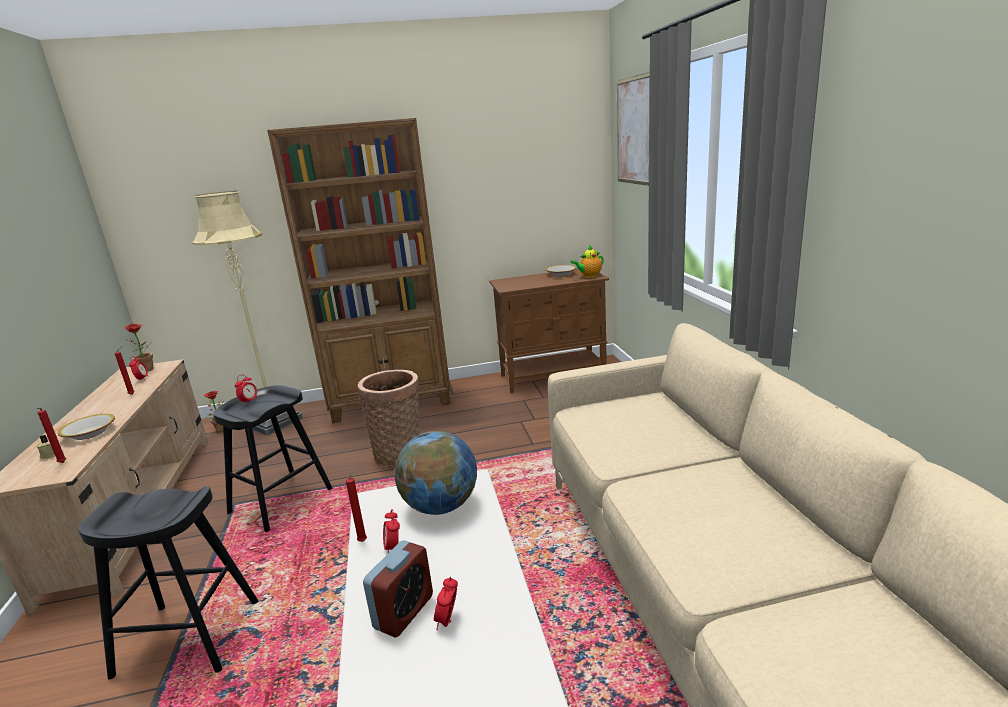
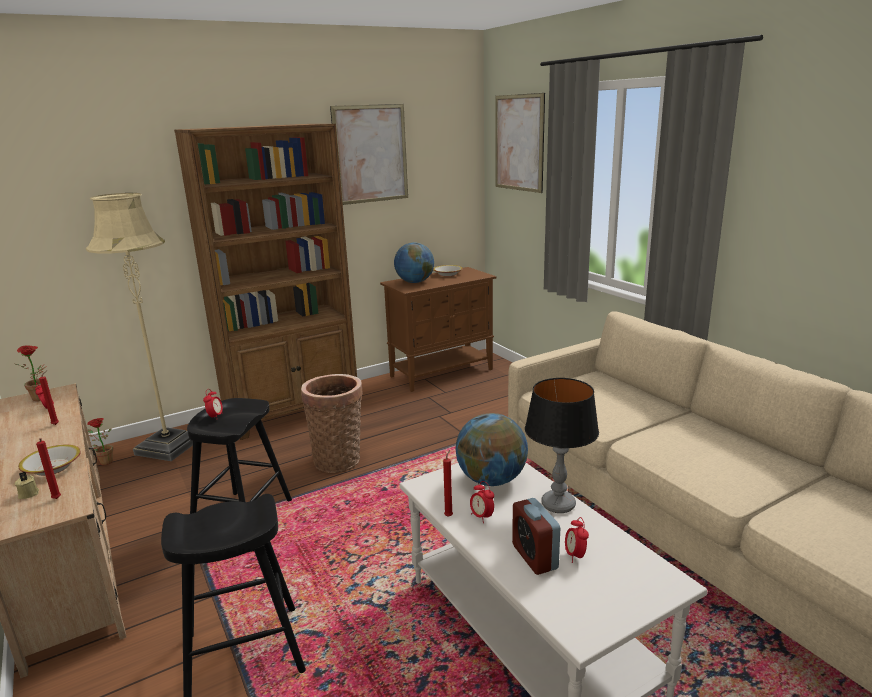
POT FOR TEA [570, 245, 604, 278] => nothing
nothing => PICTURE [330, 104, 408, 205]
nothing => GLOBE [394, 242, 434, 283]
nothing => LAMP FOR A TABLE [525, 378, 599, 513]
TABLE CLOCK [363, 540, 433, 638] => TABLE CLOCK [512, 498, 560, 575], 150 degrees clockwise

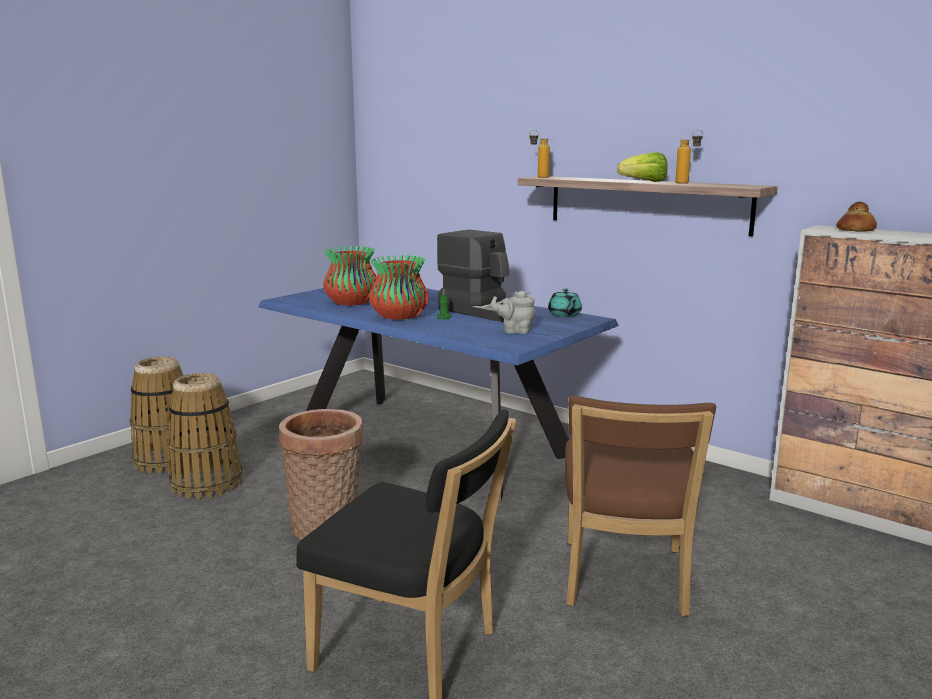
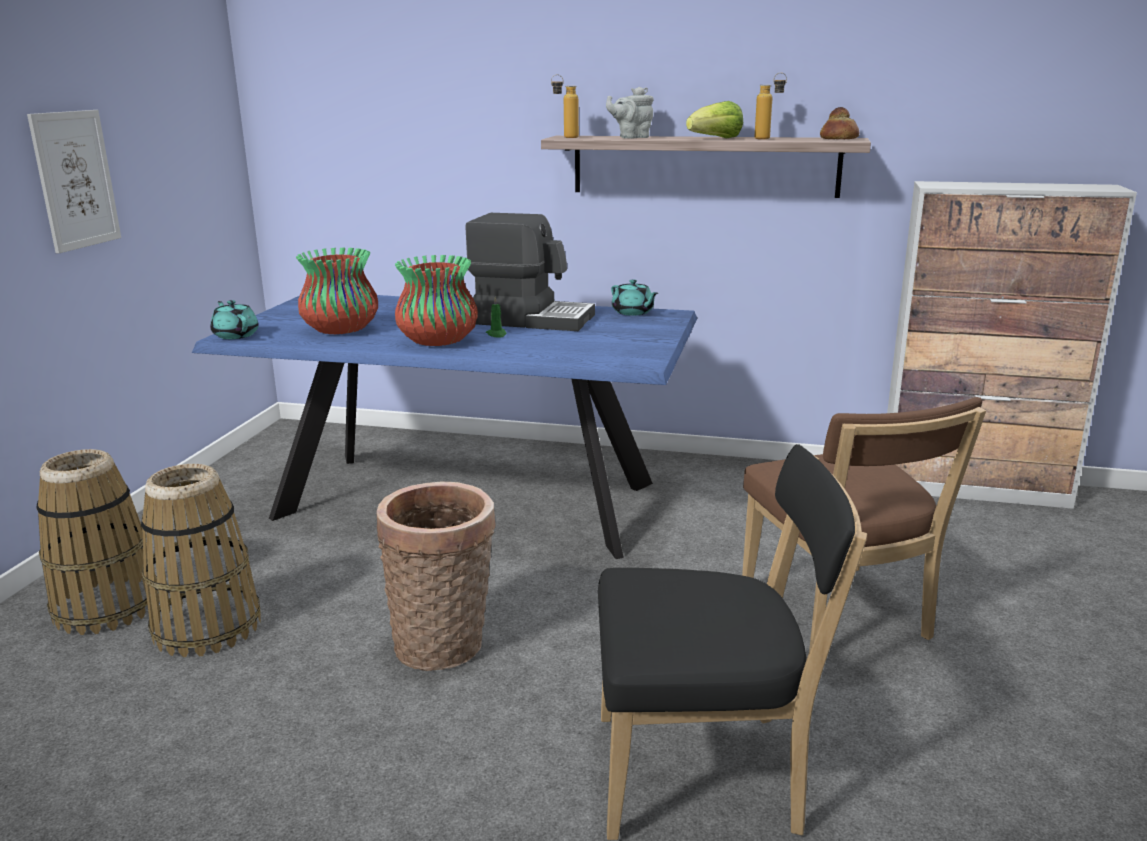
nothing => PICTURE [27, 110, 121, 253]
nothing => TURQUOISE POT FOR TEA [210, 300, 259, 339]
GREY POT FOR TEA [491, 290, 536, 334] => GREY POT FOR TEA [606, 87, 654, 139], move
BAKED BREAD [836, 202, 877, 232] => BAKED BREAD [820, 107, 860, 139], move

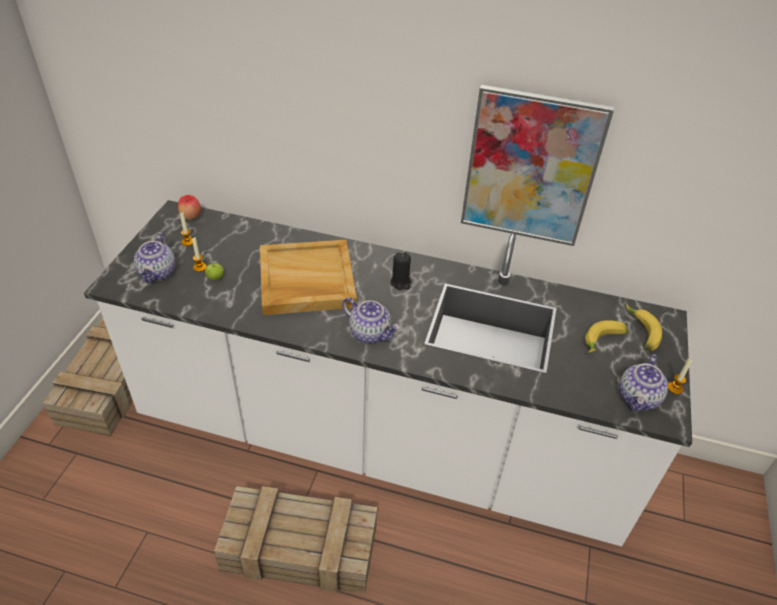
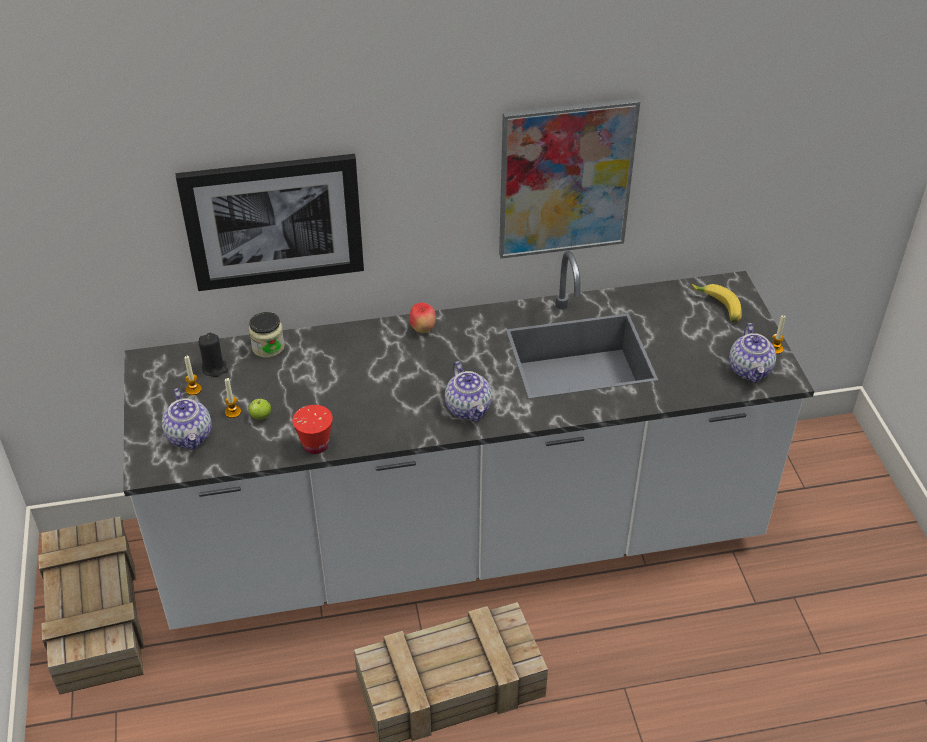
BEIGE TRAY [260, 240, 357, 315] => nothing
WHOLE BANANA [585, 320, 629, 353] => nothing
nothing => PICTURE [176, 154, 364, 291]
nothing => STORAGE JAR [249, 312, 285, 358]
nothing => RED DRINKING CUP [292, 405, 333, 454]
APPLE [178, 195, 201, 220] => APPLE [409, 303, 436, 333], move
BLACK-COLOURED CANDLE [390, 252, 412, 290] => BLACK-COLOURED CANDLE [199, 333, 228, 377], move
POT FOR TEA [342, 297, 399, 343] => POT FOR TEA [445, 361, 492, 422], 60 degrees clockwise

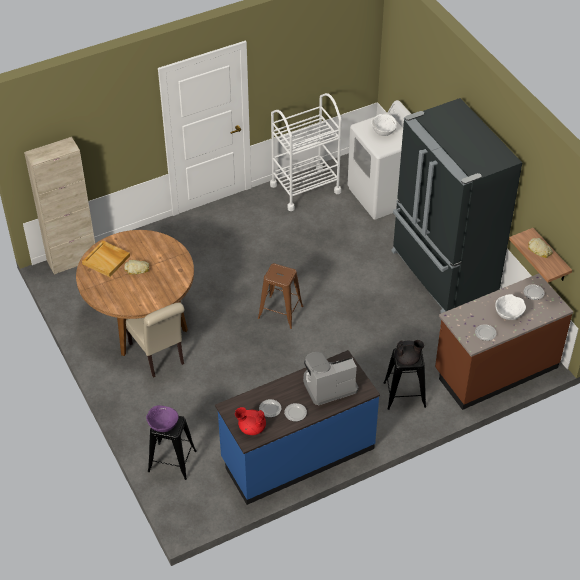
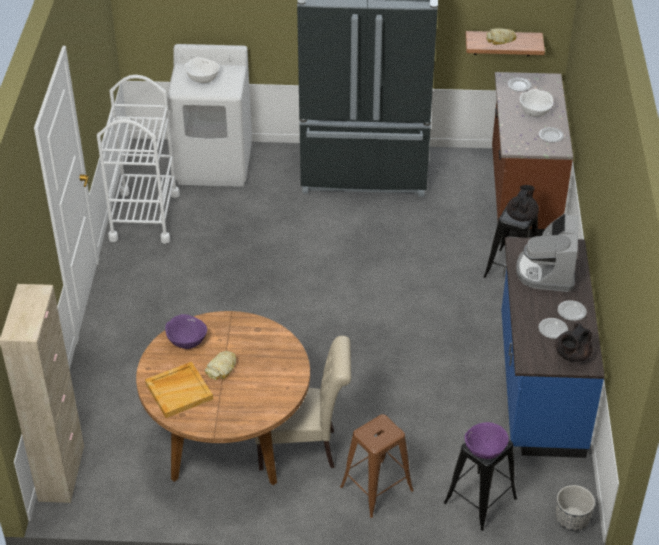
nothing => PURPLE-COLOURED SERVING BOWL [165, 314, 207, 349]
nothing => PLANT POT [555, 485, 595, 531]
BROWN STOOL [258, 263, 303, 329] => BROWN STOOL [340, 414, 414, 518], move
RED POT FOR TEA [235, 407, 266, 435] => BLACK-COLOURED POT FOR TEA [555, 323, 593, 362]

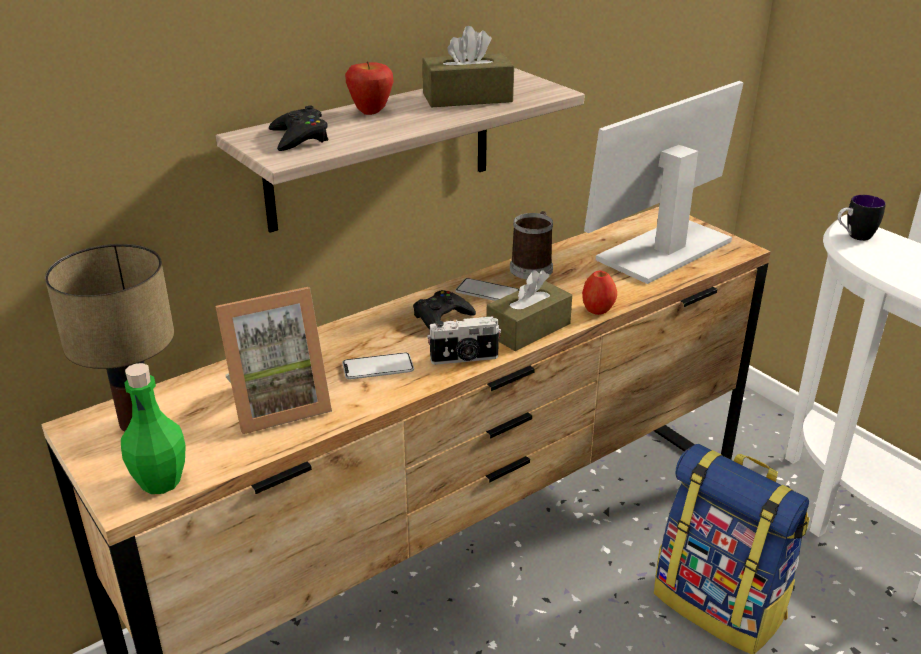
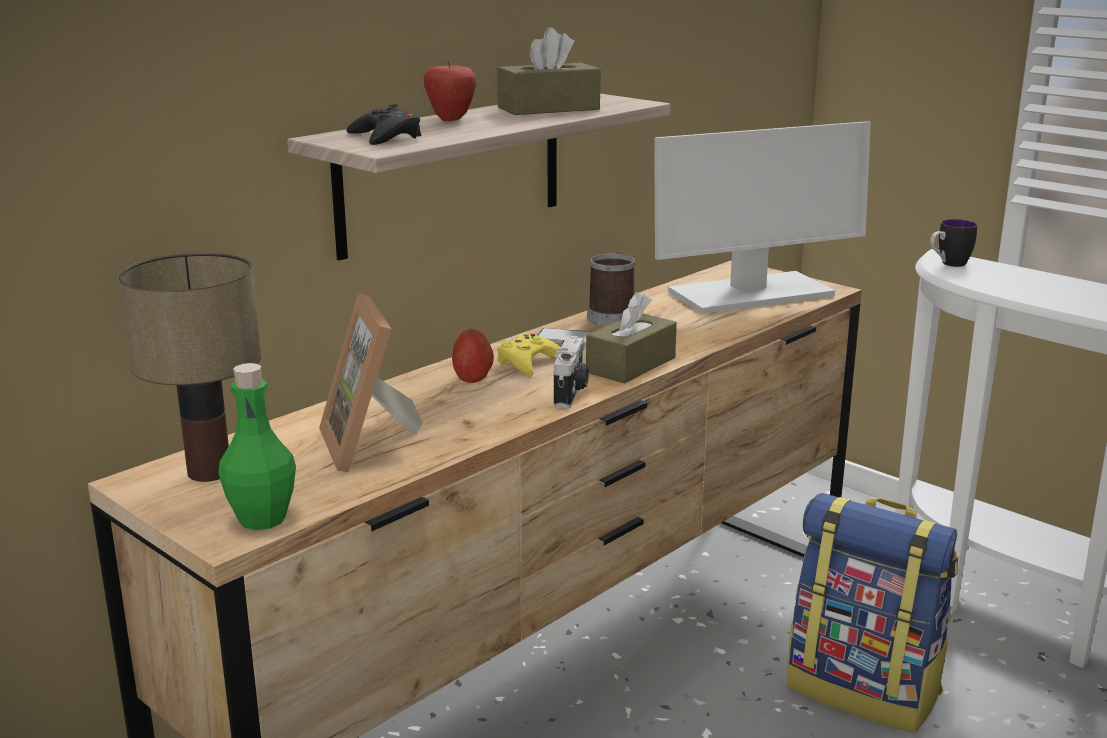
HANDSET [342, 352, 414, 379] => nothing
APPLE [582, 271, 617, 315] => APPLE [452, 328, 494, 383], move
BLACK-COLOURED JOYPAD [413, 290, 476, 330] => YELLOWISH JOYPAD [497, 334, 561, 376]
PICTURE FRAME [215, 287, 332, 434] => PICTURE FRAME [319, 293, 423, 472], 105 degrees clockwise
PHOTO CAMERA [427, 316, 501, 365] => PHOTO CAMERA [554, 336, 589, 409], 60 degrees counterclockwise
COMPUTER SCREEN [584, 81, 744, 284] => COMPUTER SCREEN [654, 121, 871, 314], 150 degrees counterclockwise

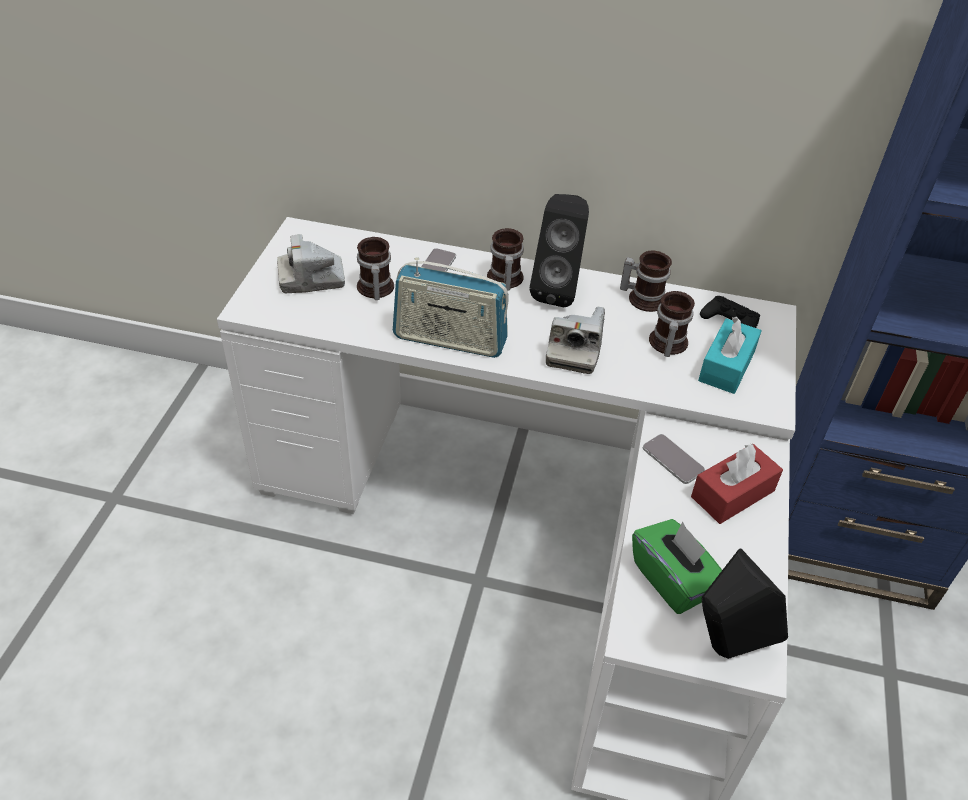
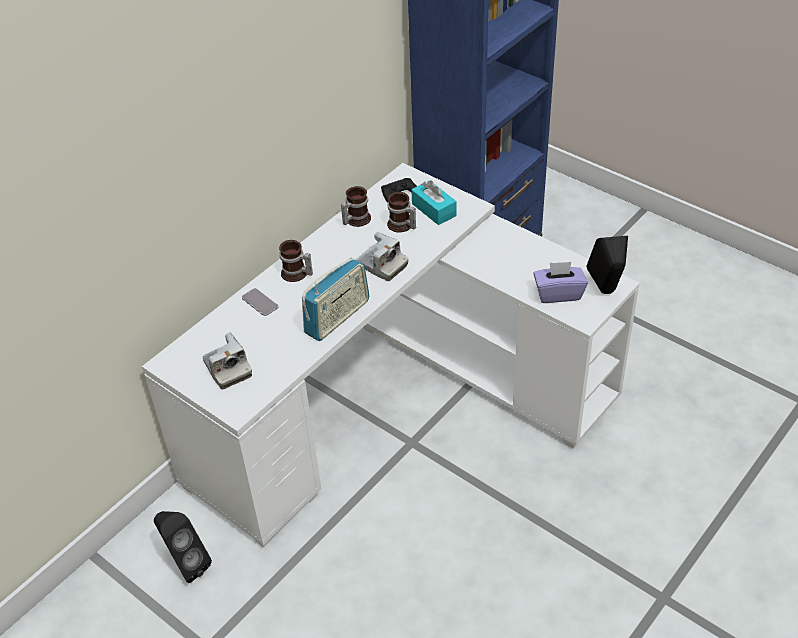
COFFEE MUG [357, 237, 394, 300] => nothing
HANDSET [643, 434, 705, 484] => nothing
RED TISSUE HOLDER [691, 444, 783, 524] => nothing
BLACK-COLOURED SPEAKER [530, 194, 589, 307] => BLACK-COLOURED SPEAKER [154, 511, 212, 583], move
GREEN TISSUE HOLDER [632, 519, 722, 614] => PURPLE-COLOURED TISSUE HOLDER [533, 262, 588, 303]
PHOTO CAMERA [277, 234, 345, 293] => PHOTO CAMERA [202, 333, 252, 389], 45 degrees counterclockwise

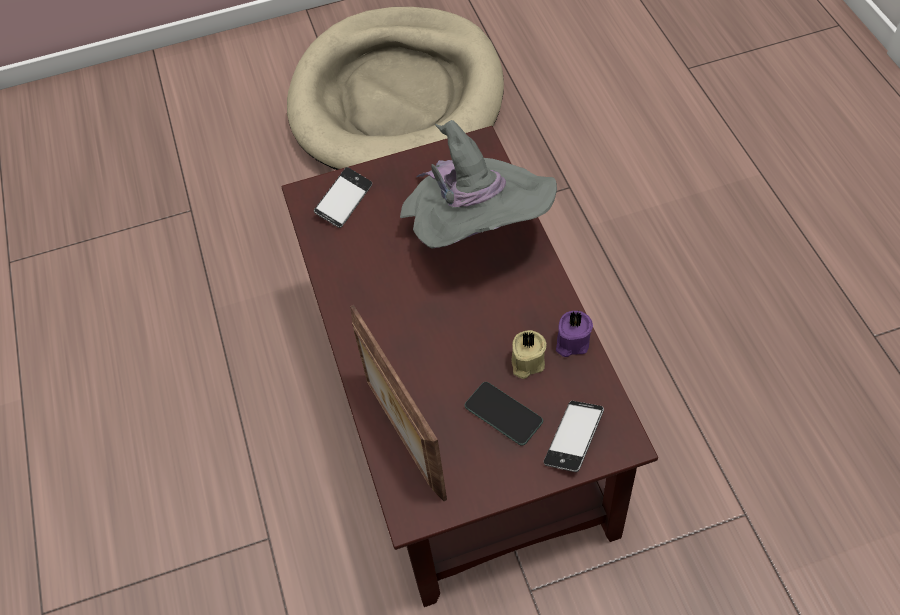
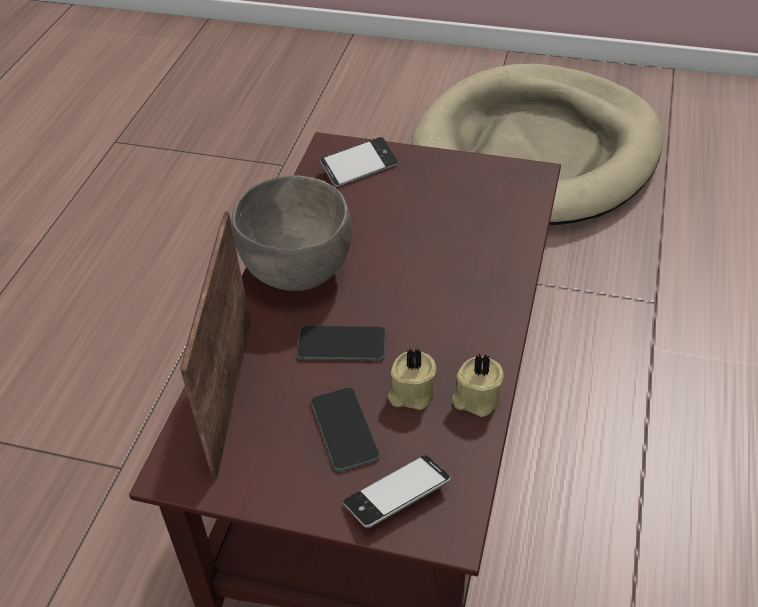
GREY CLOTHING HAT [400, 120, 557, 249] => nothing
nothing => GREY SERVING BOWL [232, 175, 352, 291]
nothing => HANDSET [296, 326, 386, 361]
PURPLE-COLOURED CANDLE [556, 311, 593, 357] => BEIGE CANDLE [452, 354, 504, 417]

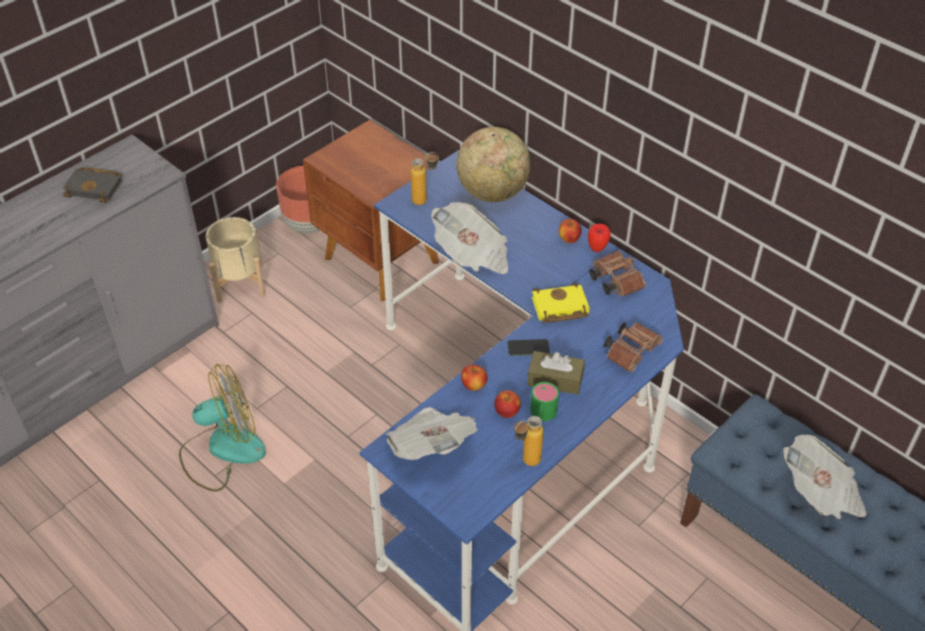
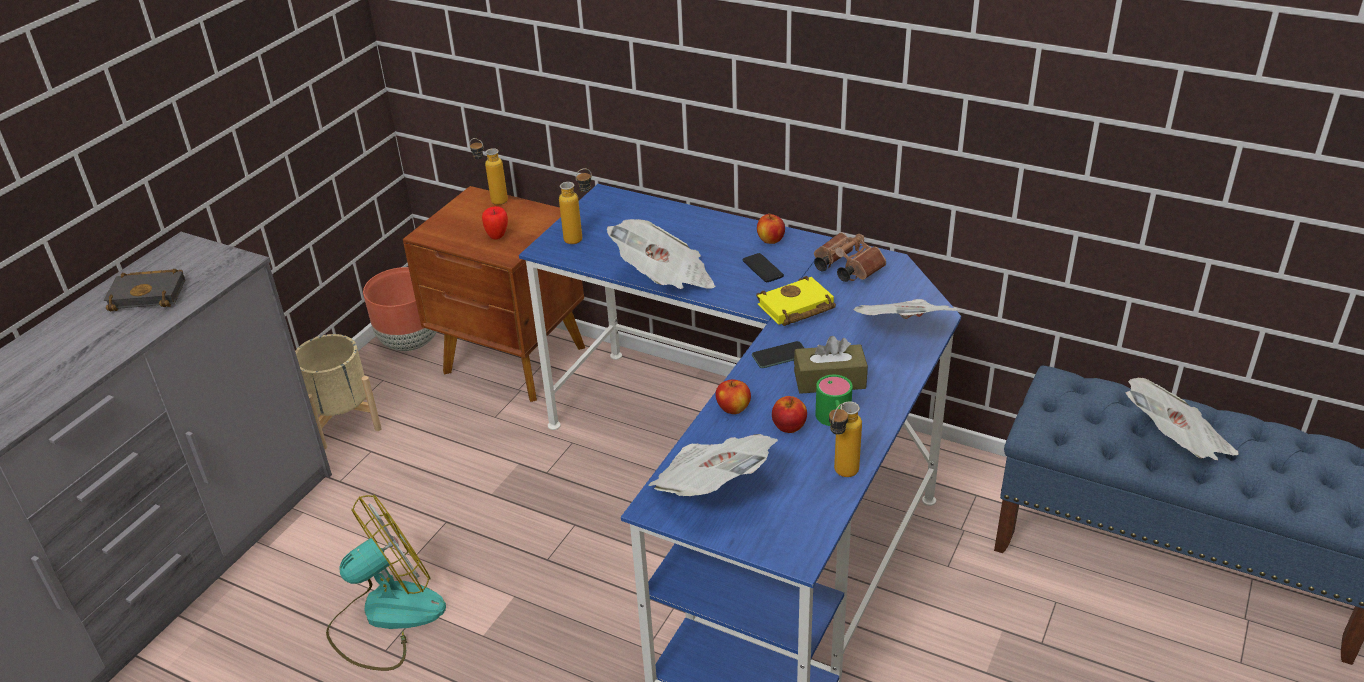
GLOBE [456, 127, 531, 202] => nothing
nothing => BEVERAGE BOTTLE [469, 138, 508, 205]
nothing => HANDSET [743, 253, 784, 283]
APPLE [588, 224, 611, 252] => APPLE [482, 206, 508, 240], move
BROWN PAIR OF BINOCULARS [603, 322, 663, 372] => PRINTED PAPER [853, 299, 959, 319]

